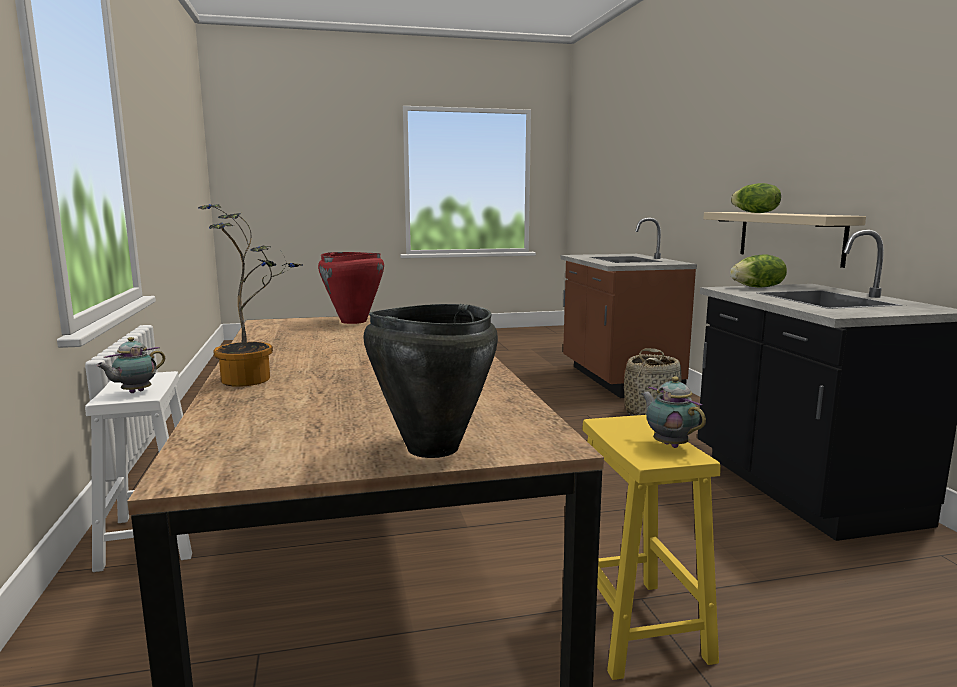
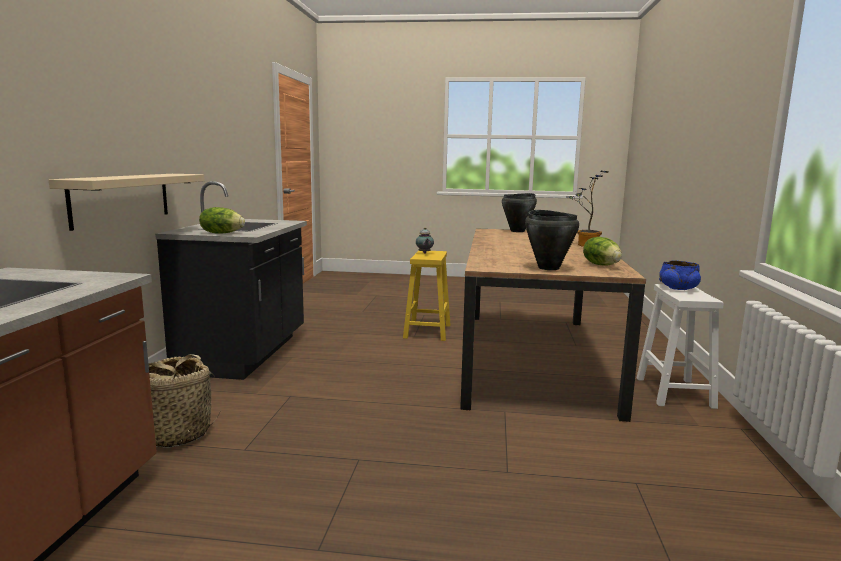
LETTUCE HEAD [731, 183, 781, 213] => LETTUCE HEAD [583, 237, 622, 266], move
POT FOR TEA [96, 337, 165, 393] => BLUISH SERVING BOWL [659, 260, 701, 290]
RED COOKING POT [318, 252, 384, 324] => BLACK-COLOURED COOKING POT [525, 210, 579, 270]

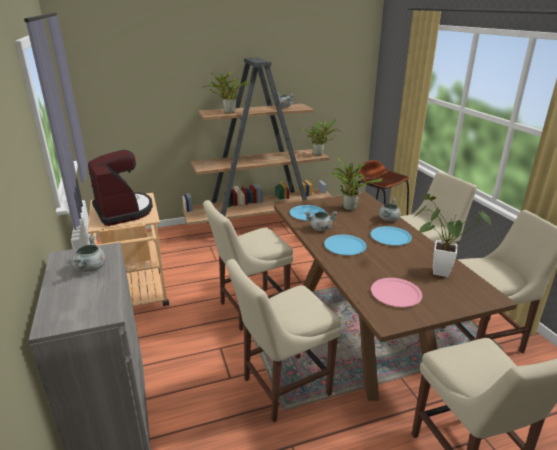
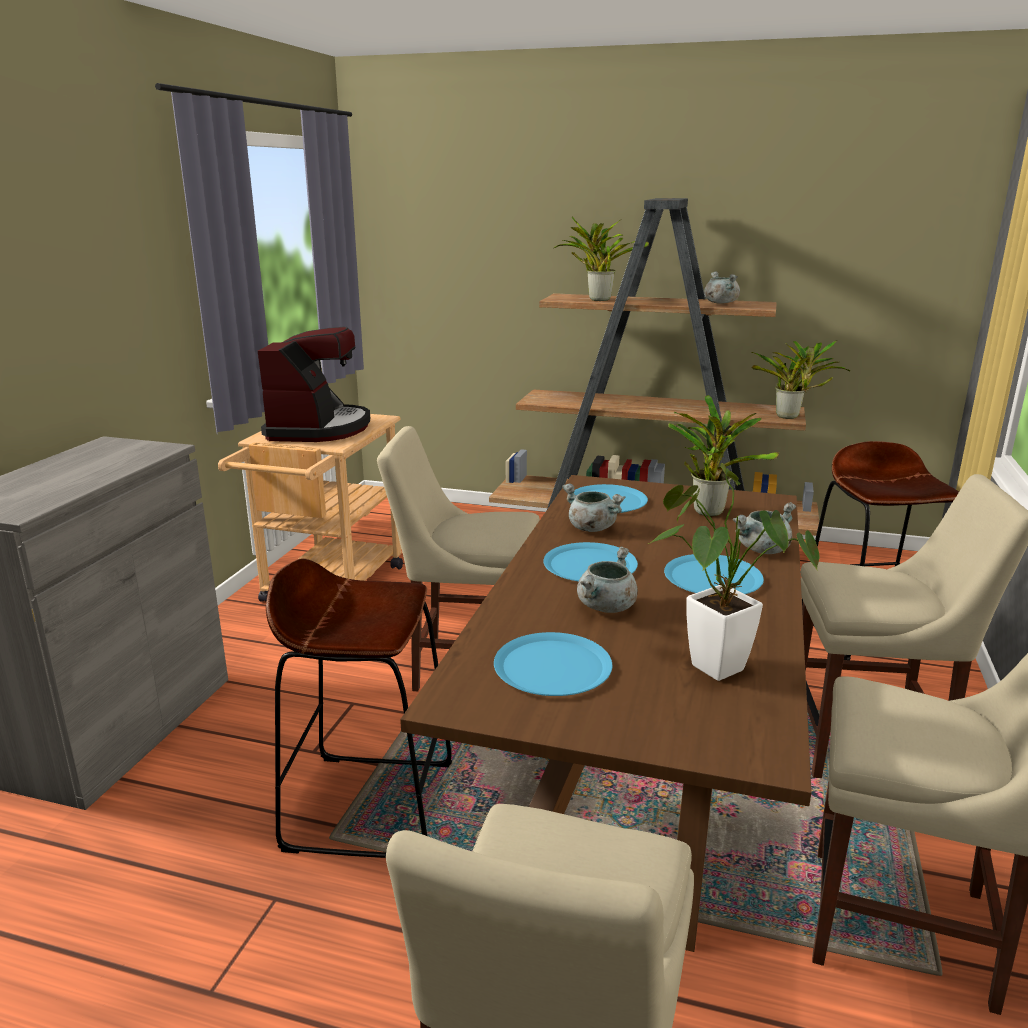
GREY COOKING POT [72, 235, 106, 272] => GREY COOKING POT [577, 546, 638, 613], move
BEIGE CHAIR [226, 259, 342, 422] => BROWN STOOL [266, 558, 452, 858]
PINKISH FLAT DISH [371, 278, 422, 307] => BLUISH FLAT DISH [494, 632, 612, 696]

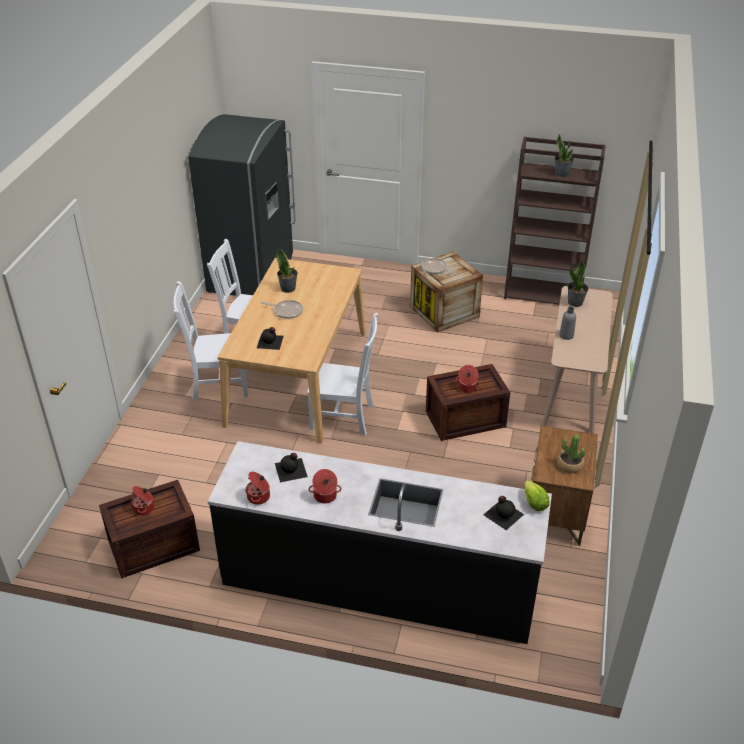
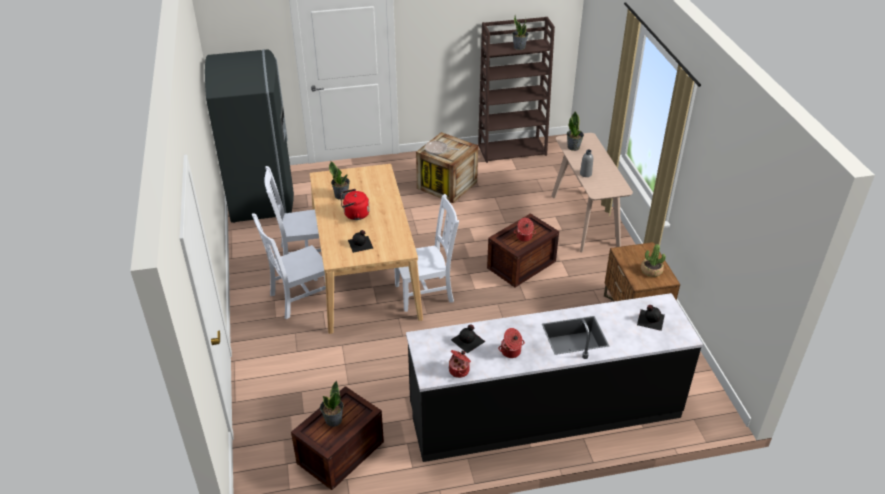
LETTUCE HEAD [524, 480, 549, 511] => nothing
COOKING POT [131, 486, 154, 515] => POTTED PLANT [320, 381, 344, 427]
FRYING PAN [260, 300, 303, 319] => RED TEA KETTLE [341, 189, 370, 220]

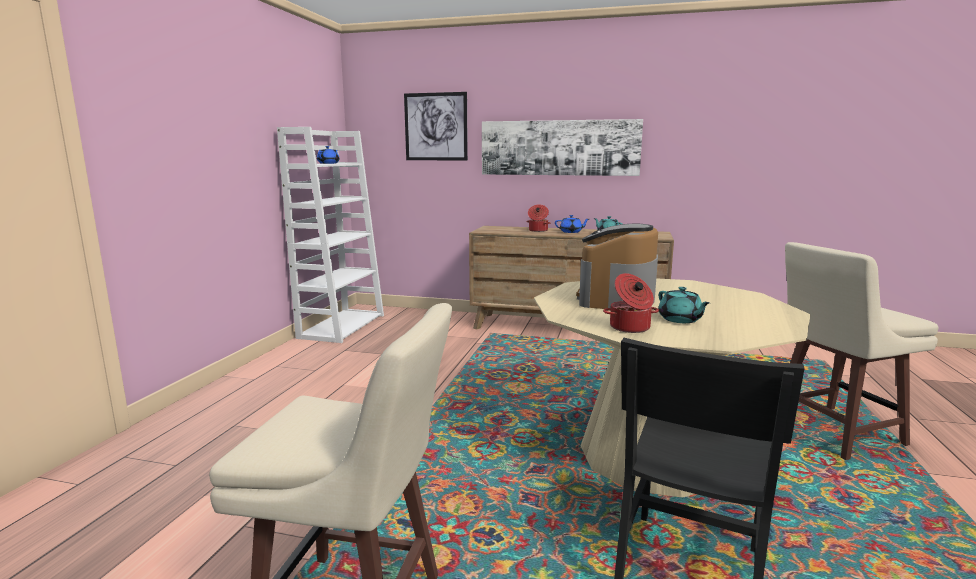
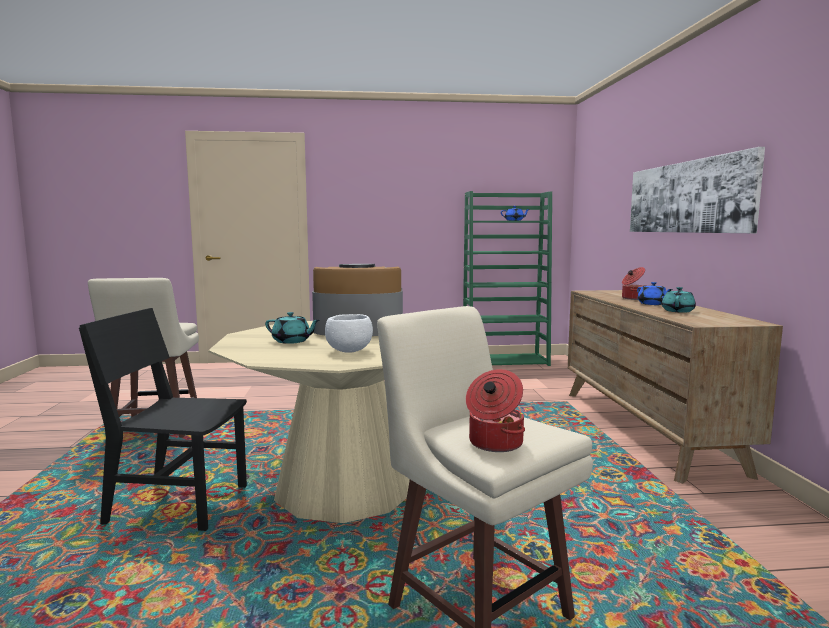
PICTURE [404, 92, 468, 160] => nothing
nothing => WHITE-COLOURED SERVING BOWL [325, 314, 373, 353]
COOKING POT [603, 273, 659, 333] => COOKING POT [466, 369, 525, 452], move
WHITE-COLOURED BOOKSHELF [277, 127, 384, 343] => GREEN BOOKSHELF [463, 191, 552, 366]
TURQUOISE POT FOR TEA [658, 287, 710, 323] => TURQUOISE POT FOR TEA [265, 312, 320, 344], 120 degrees counterclockwise

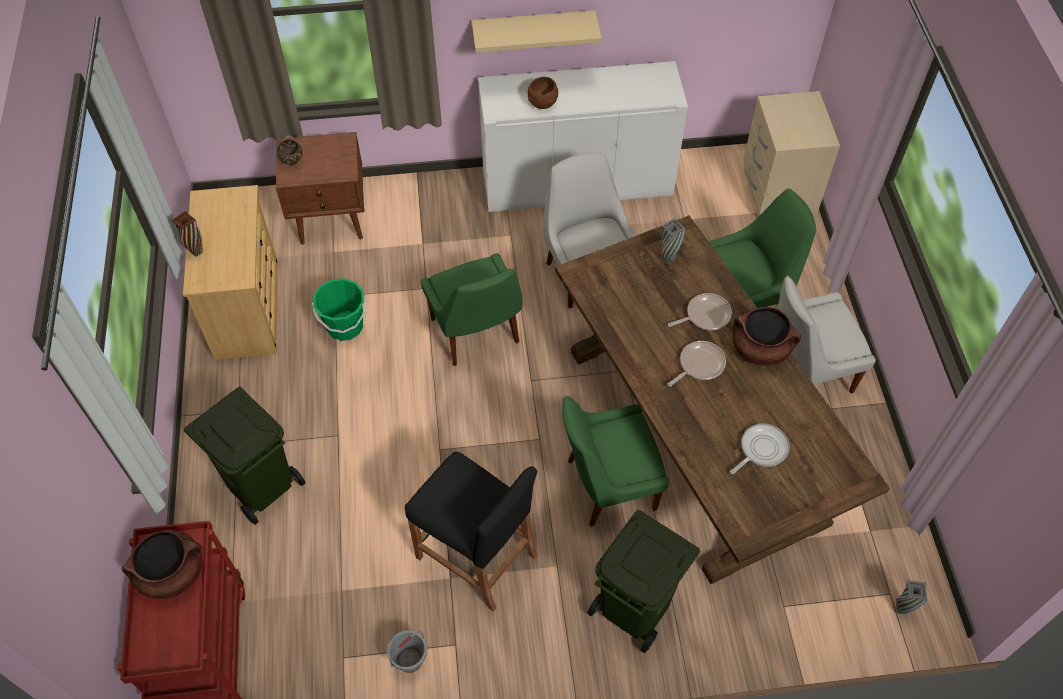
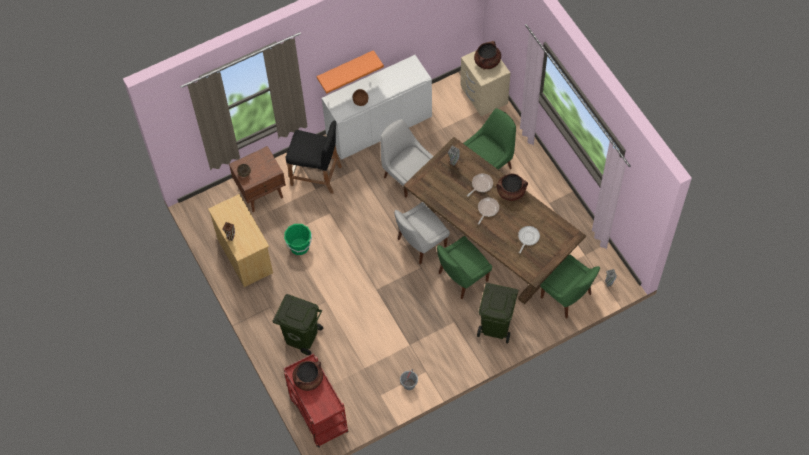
nothing => BROWN COOKING POT [474, 41, 501, 70]
BLACK-COLOURED STOOL [405, 452, 537, 612] => BLACK-COLOURED STOOL [285, 121, 342, 194], move
GREEN CHAIR [420, 253, 523, 366] => GREEN CHAIR [540, 254, 600, 319], move
WHITE-COLOURED CHAIR [777, 276, 876, 394] => WHITE-COLOURED CHAIR [394, 202, 450, 265], move
BEIGE WALL SHELF [472, 10, 602, 53] => ORANGE-COLOURED WALL SHELF [317, 50, 384, 93]

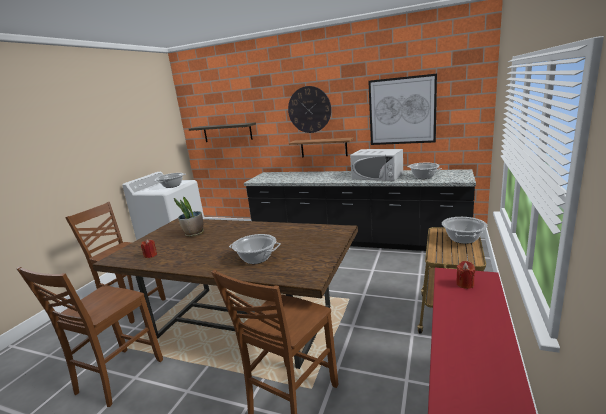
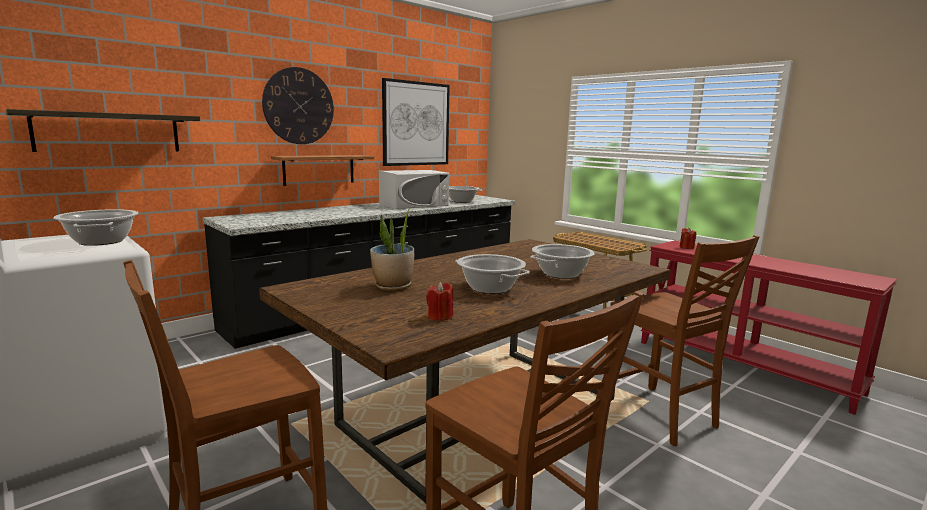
COOKING POT [442, 217, 487, 244] => COOKING POT [455, 254, 530, 294], move

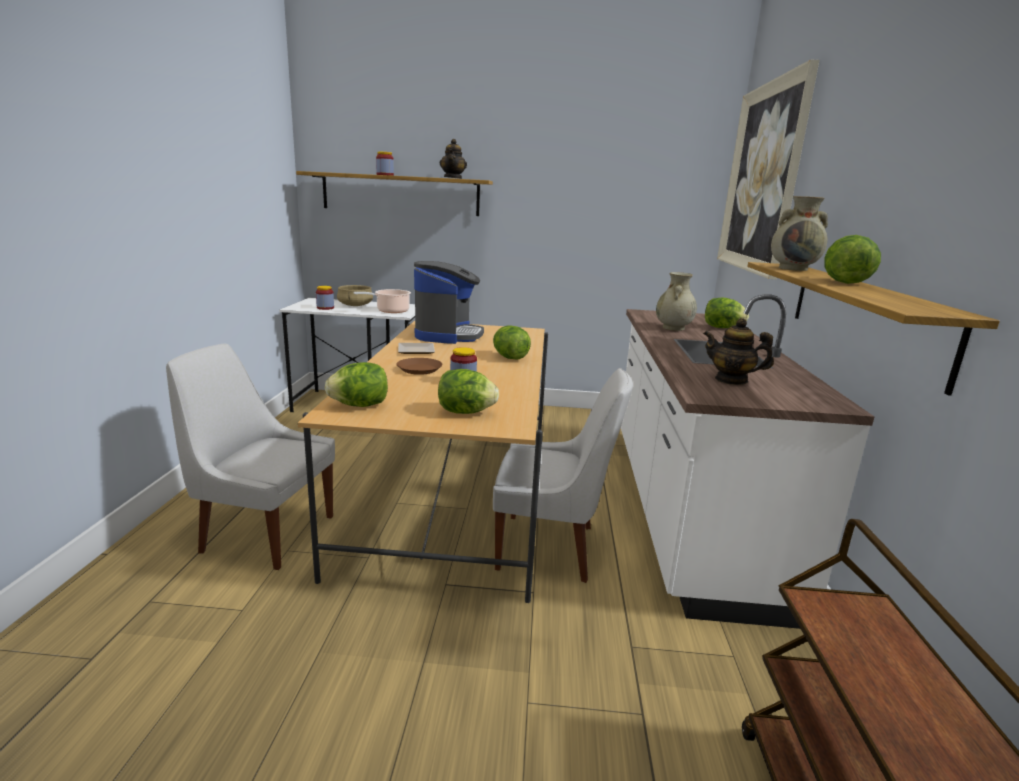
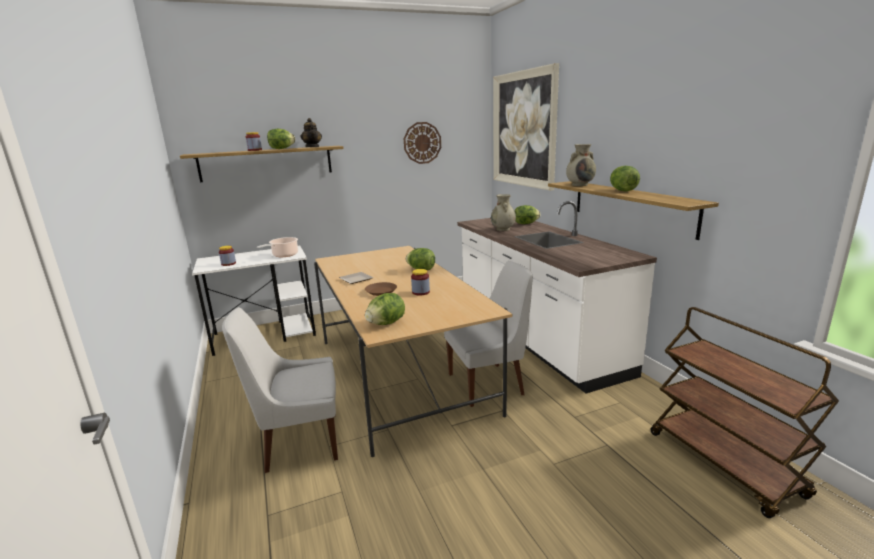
BEIGE COOKING POT [337, 285, 373, 306] => nothing
COFFEE MAKER [414, 261, 484, 344] => nothing
POT FOR TEA [703, 318, 774, 385] => nothing
nothing => WALL CLOCK [404, 122, 441, 164]
LETTUCE HEAD [438, 369, 499, 414] => LETTUCE HEAD [267, 129, 295, 149], move

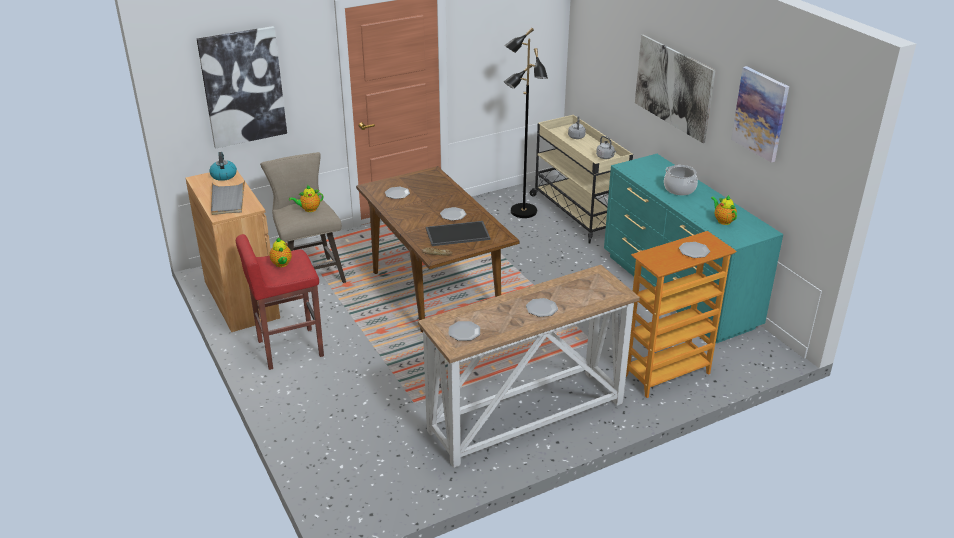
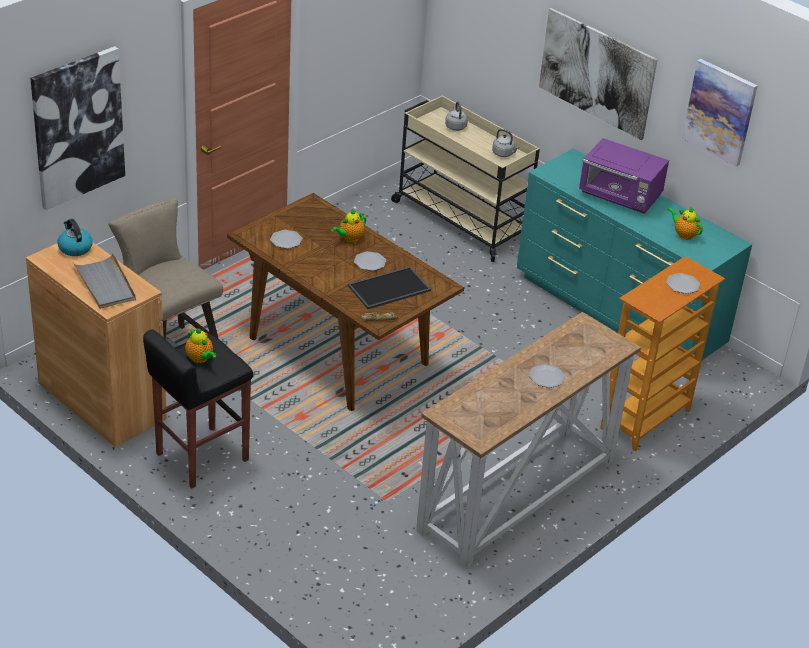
FLAT DISH [449, 321, 480, 341] => nothing
BLACK-COLOURED STANDING LAMP [504, 28, 548, 218] => nothing
POT FOR TEA [289, 185, 323, 212] => POT FOR TEA [331, 209, 366, 242], move
COOKING POT [664, 165, 698, 195] => PURPLE-COLOURED MICROWAVE OVEN [579, 138, 669, 214]
RED STOOL [236, 234, 324, 370] => BLACK-COLOURED STOOL [143, 329, 253, 488]

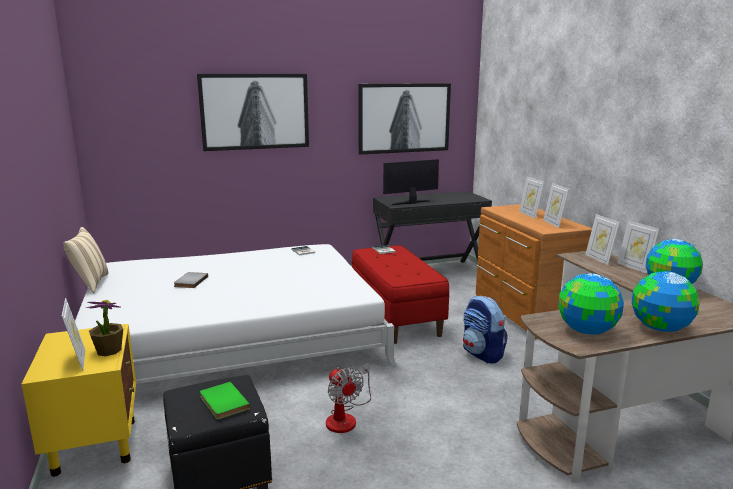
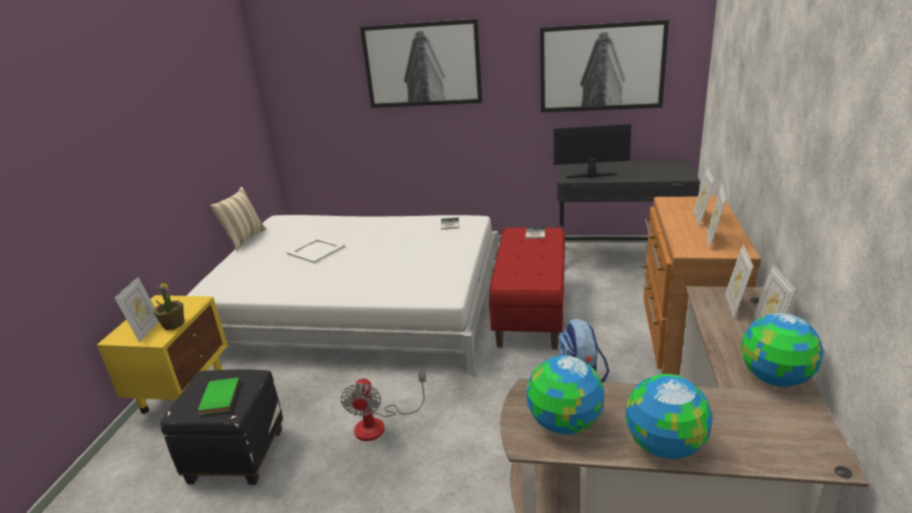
GREY BOOK [174, 272, 208, 288] => WHITE-COLOURED TRAY [286, 237, 345, 263]

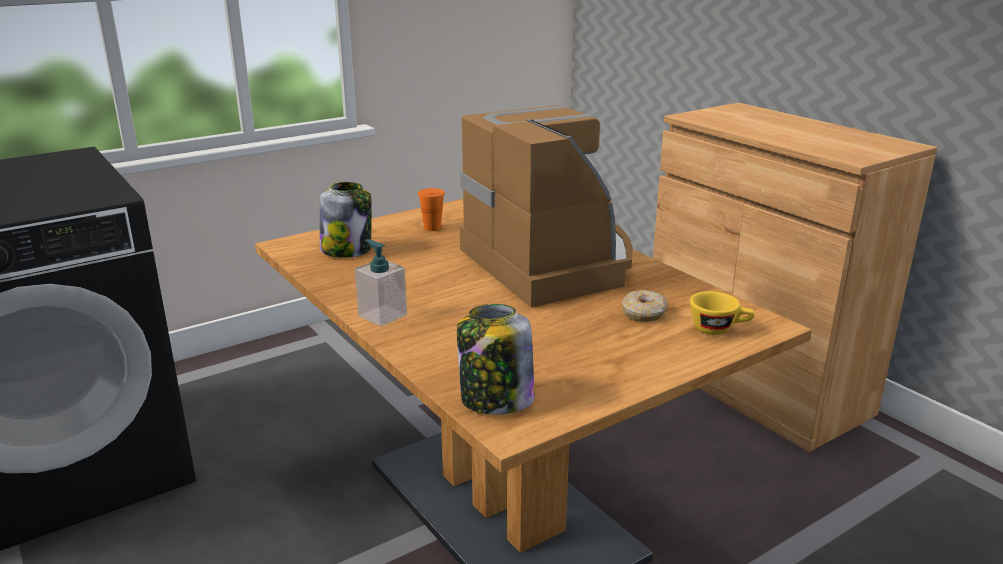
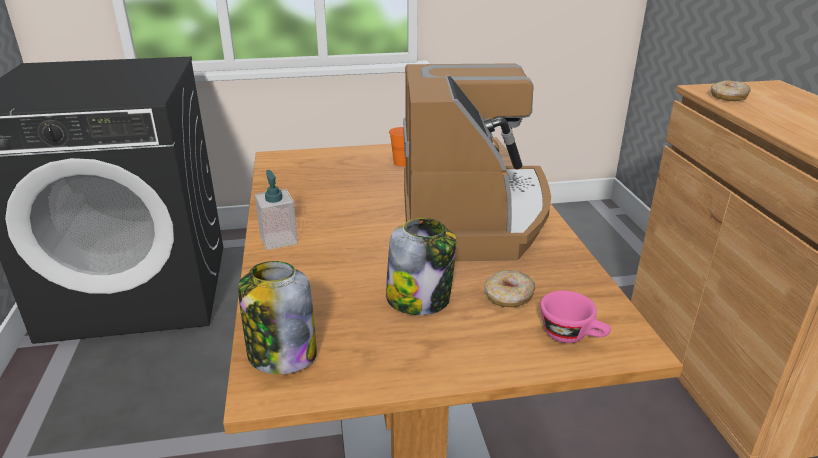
nothing => DONUT [711, 80, 751, 101]
STORAGE JAR [320, 182, 372, 258] => STORAGE JAR [386, 218, 457, 315], move
YELLOWISH DRINKING CUP [690, 291, 755, 335] => PINKISH DRINKING CUP [540, 290, 611, 343]

